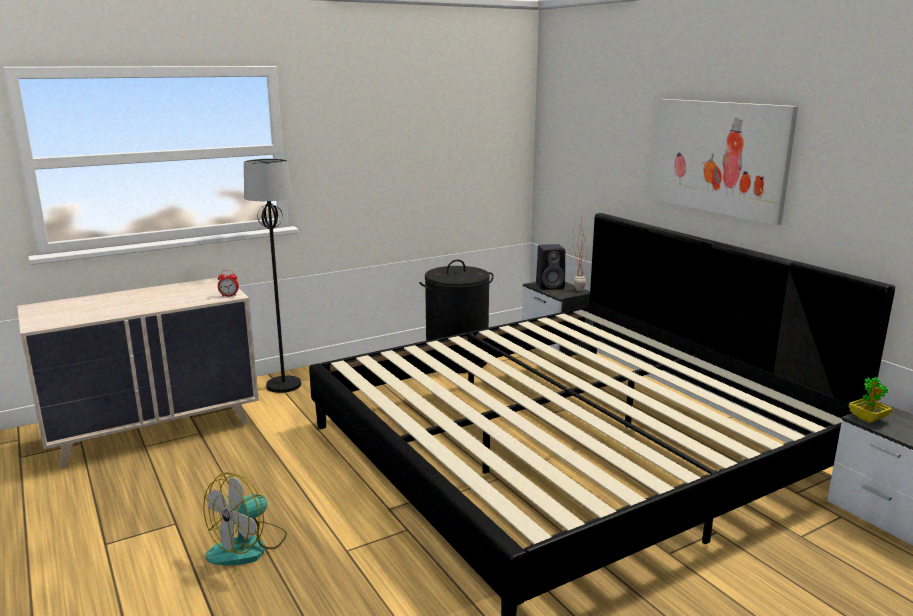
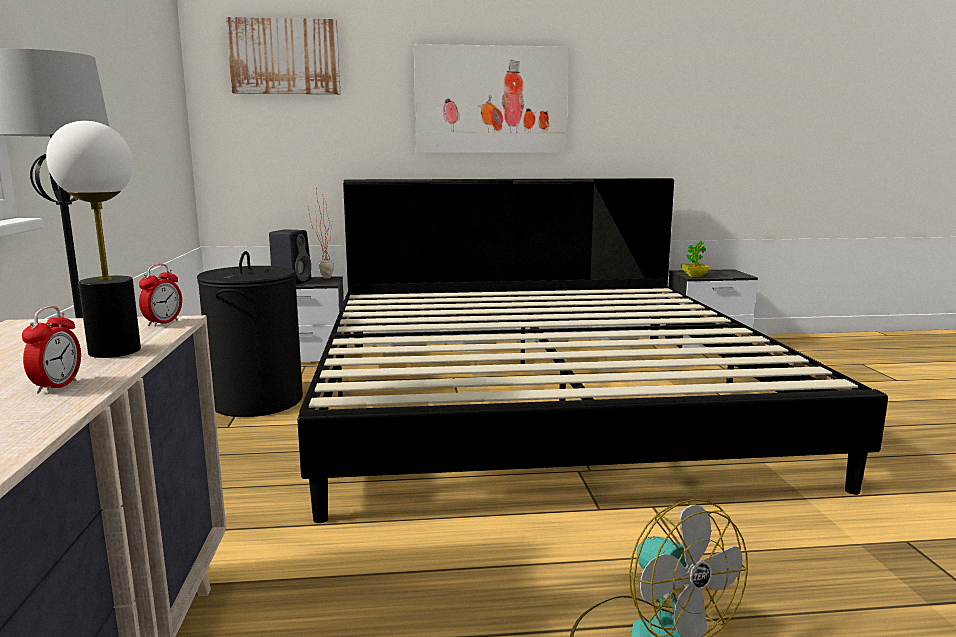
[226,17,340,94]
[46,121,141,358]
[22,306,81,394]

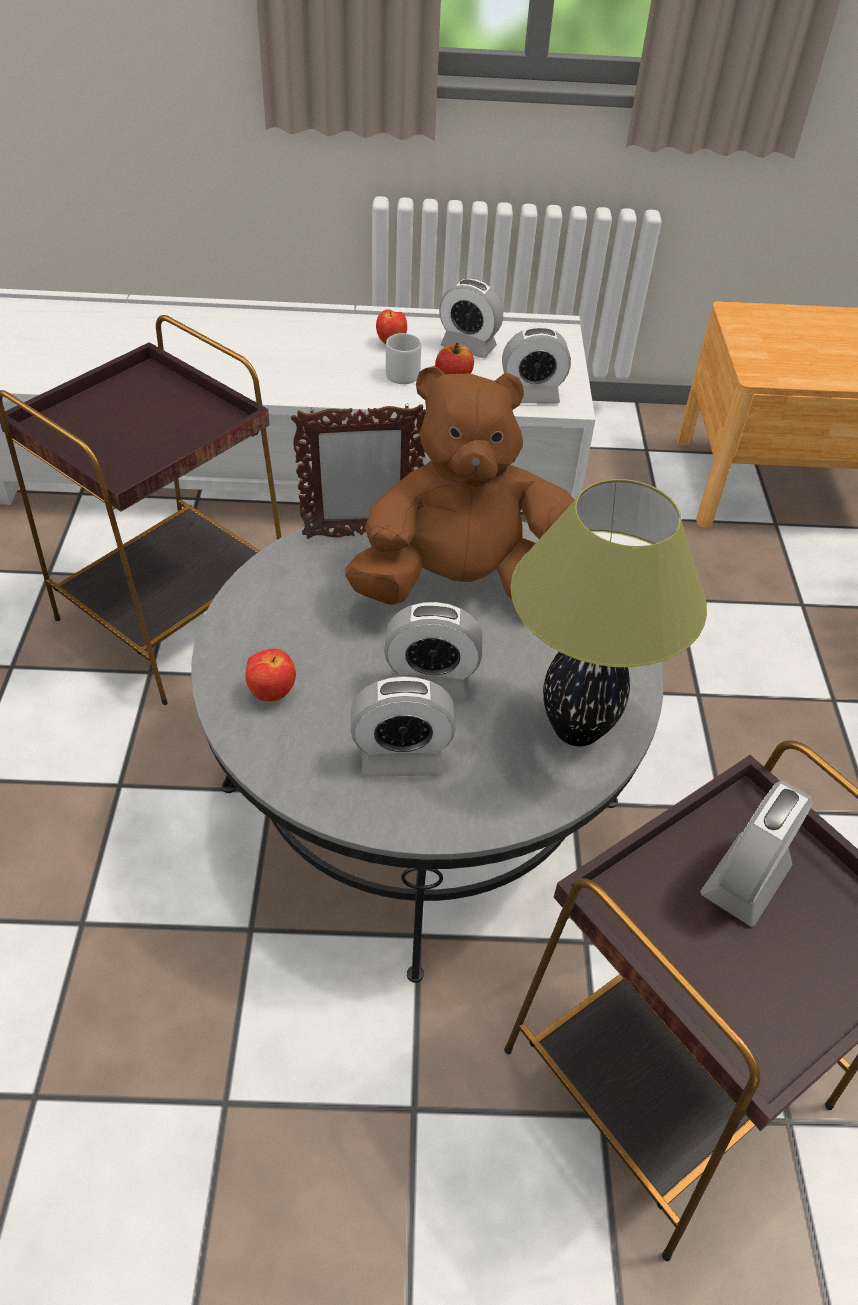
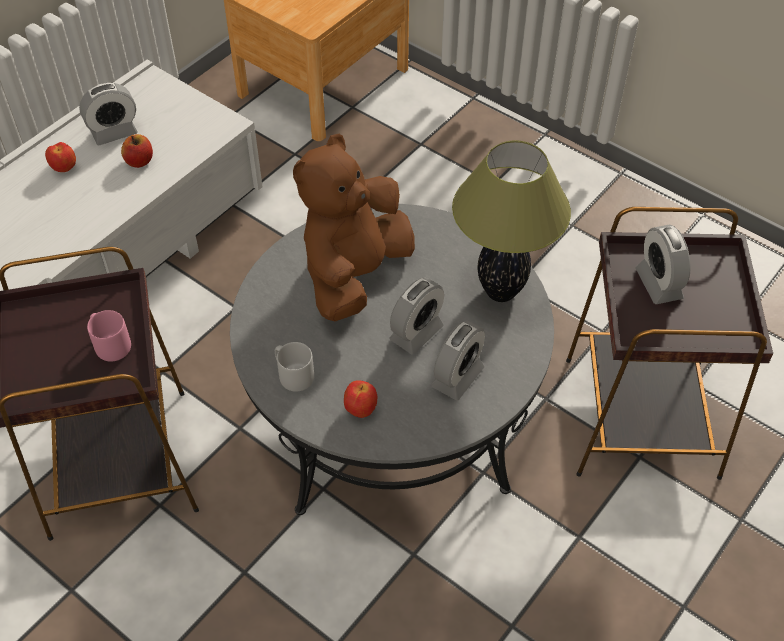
[502,327,571,403] (first image)
[275,342,314,392]
[291,403,426,539] (first image)
[87,310,131,362]

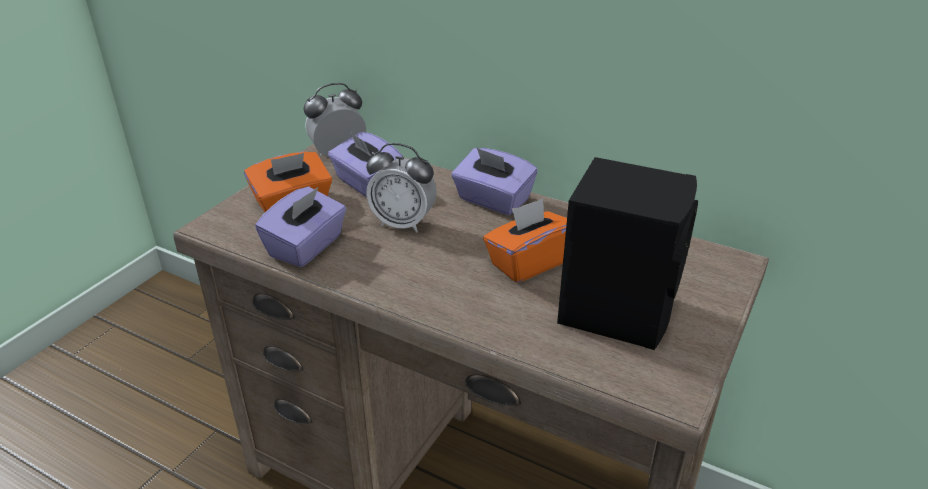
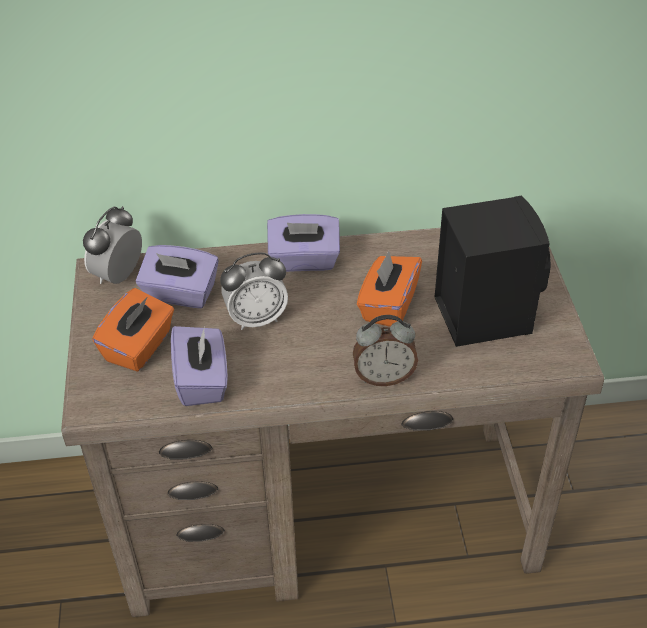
[353,315,418,386]

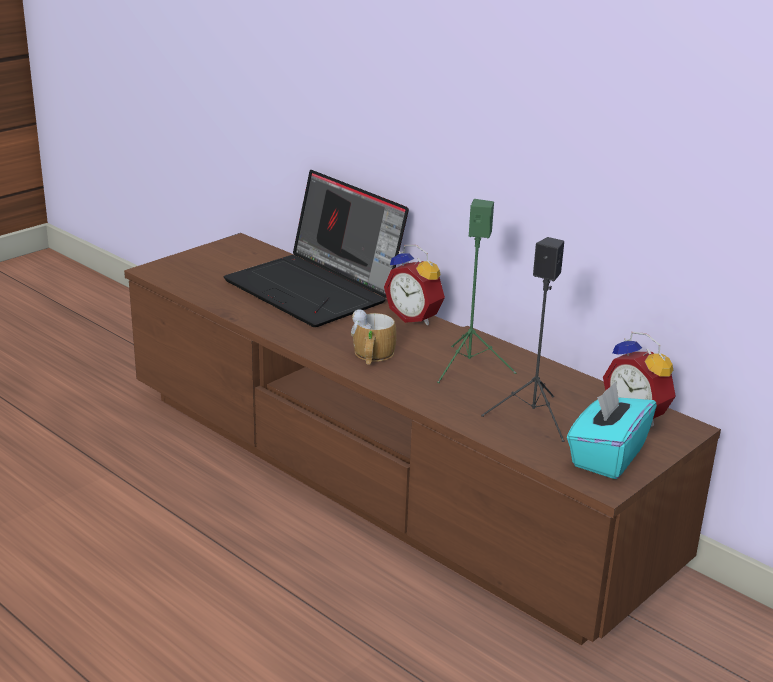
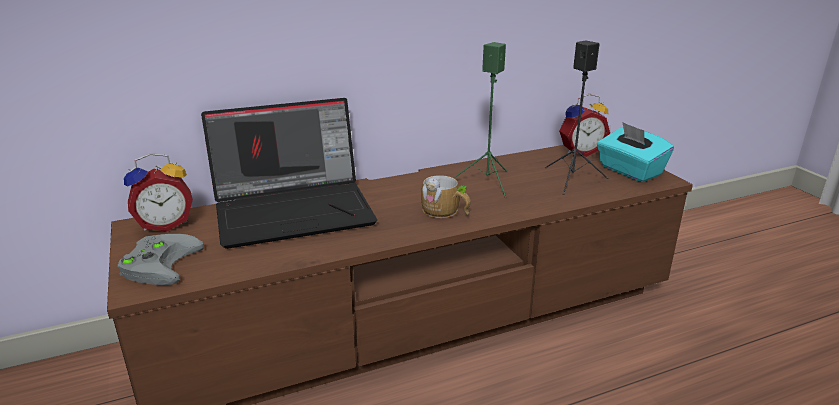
[124,153,193,232]
[117,234,204,285]

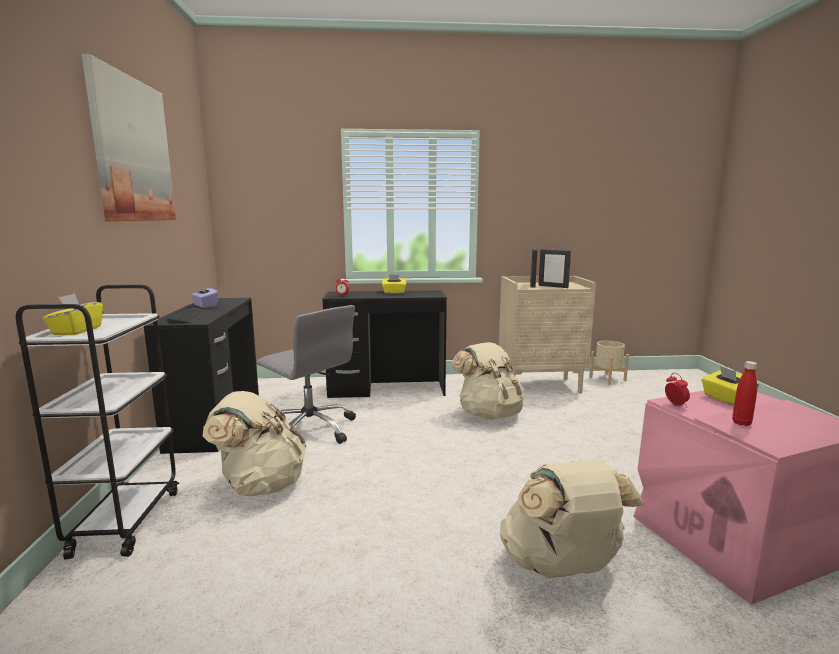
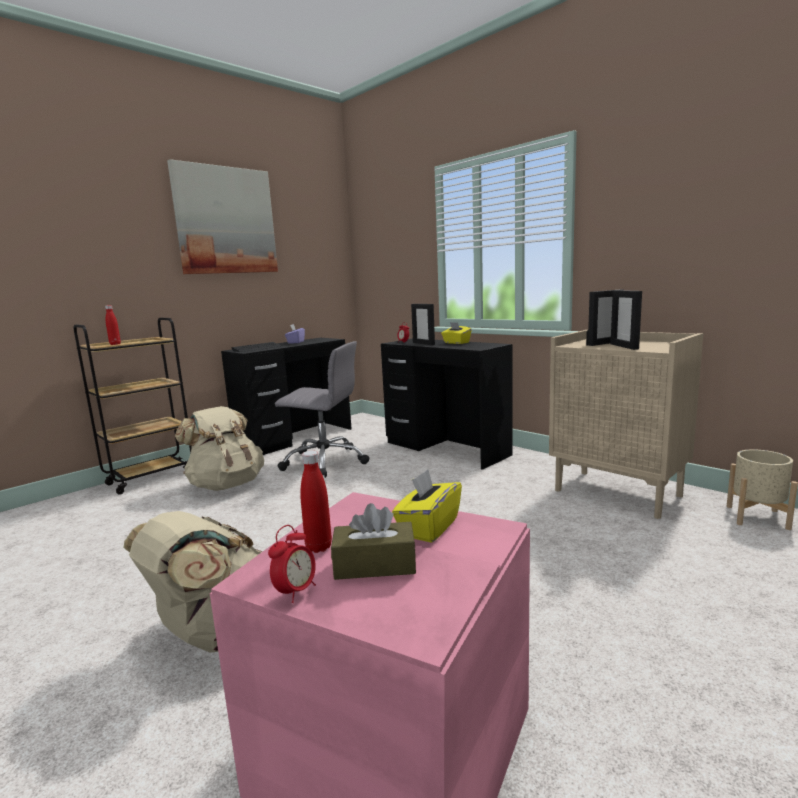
[74,318,192,494]
[105,305,121,345]
[275,341,370,478]
[452,342,524,419] (first image)
[268,525,316,603]
[411,304,435,345]
[331,503,416,580]

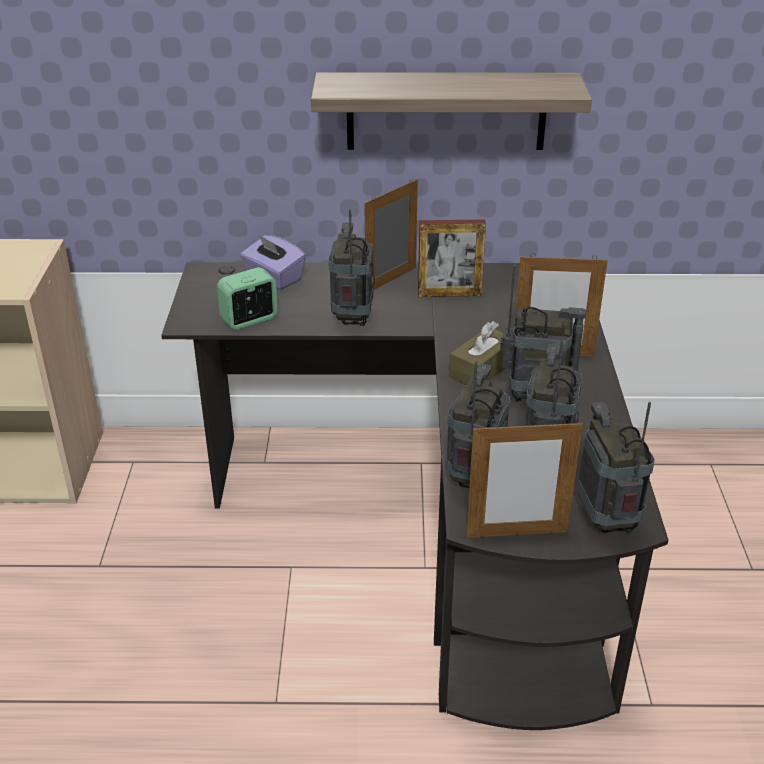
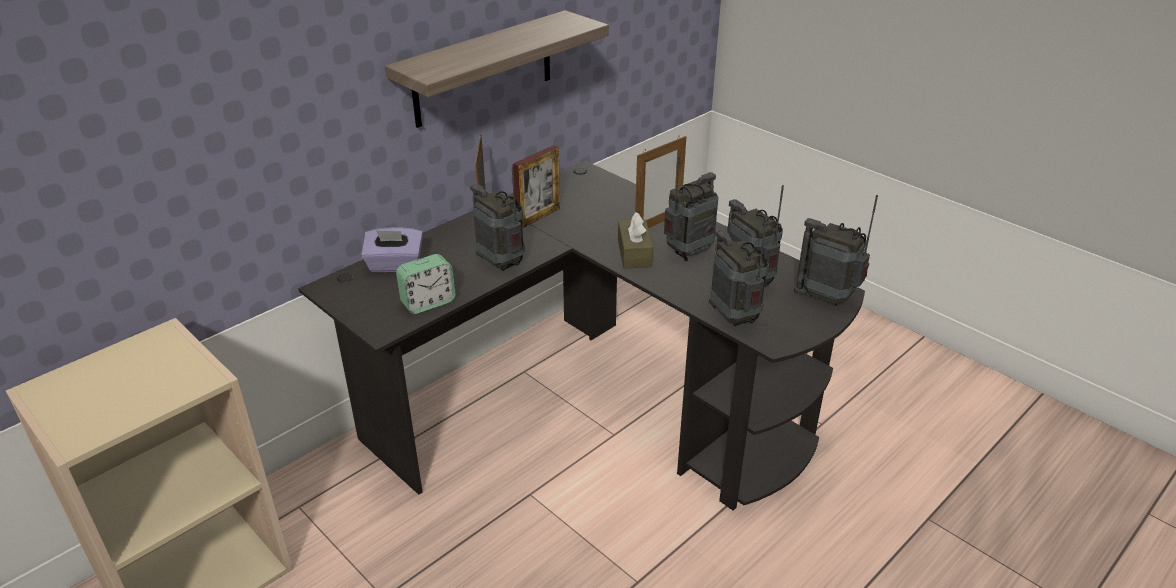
[396,254,456,314]
[466,419,583,538] (first image)

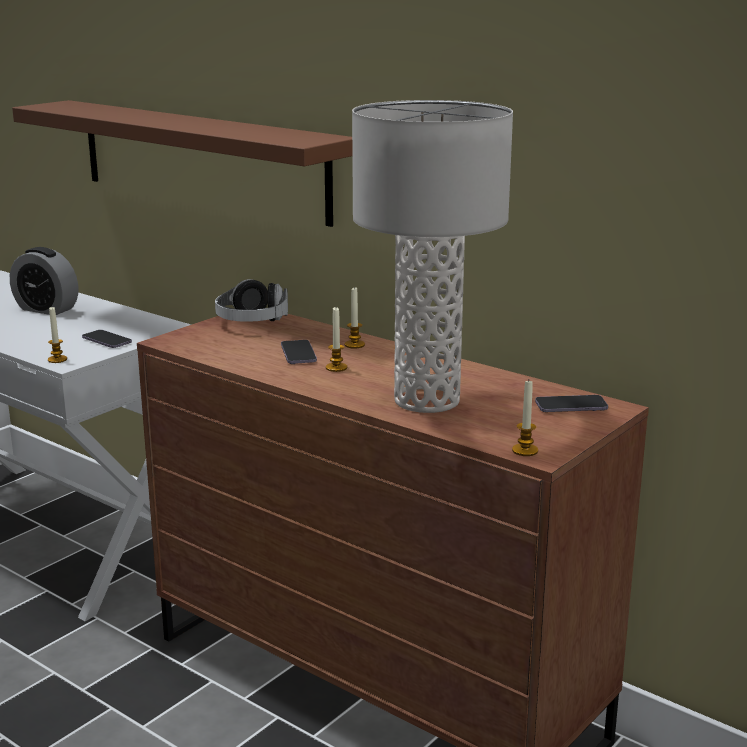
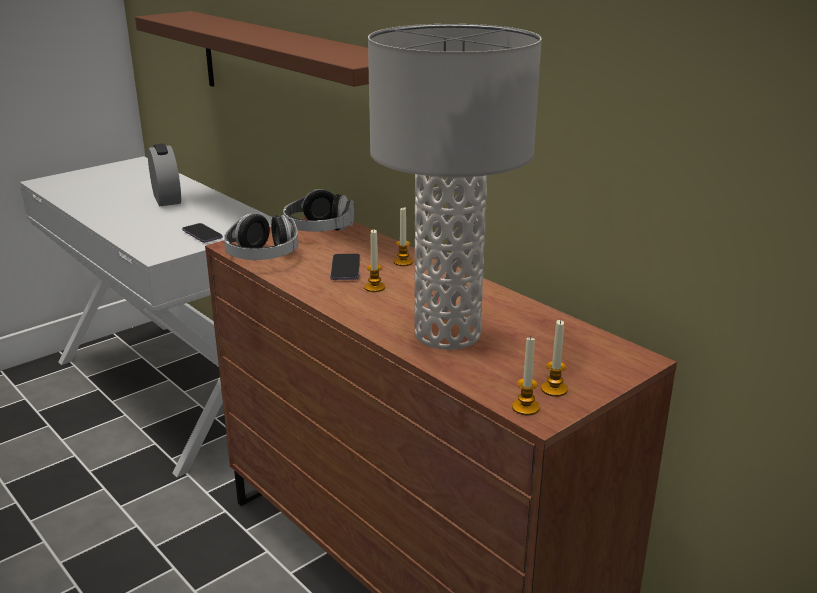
[148,144,181,206]
[541,319,568,397]
[535,395,608,412] (first image)
[224,213,298,260]

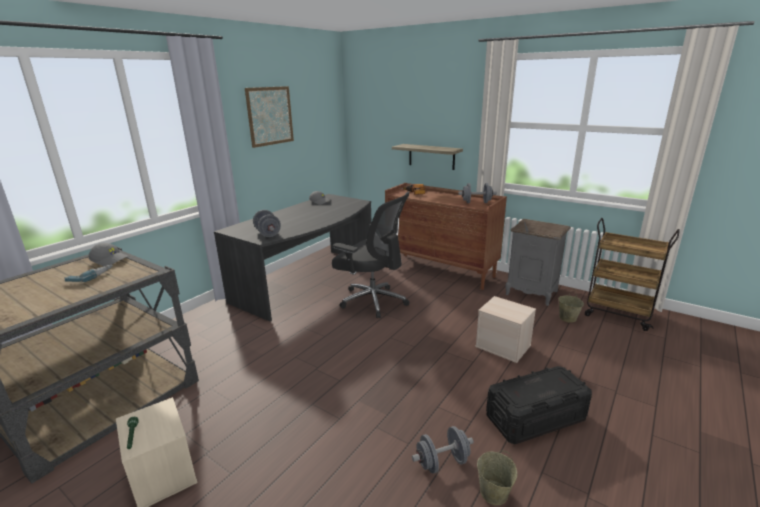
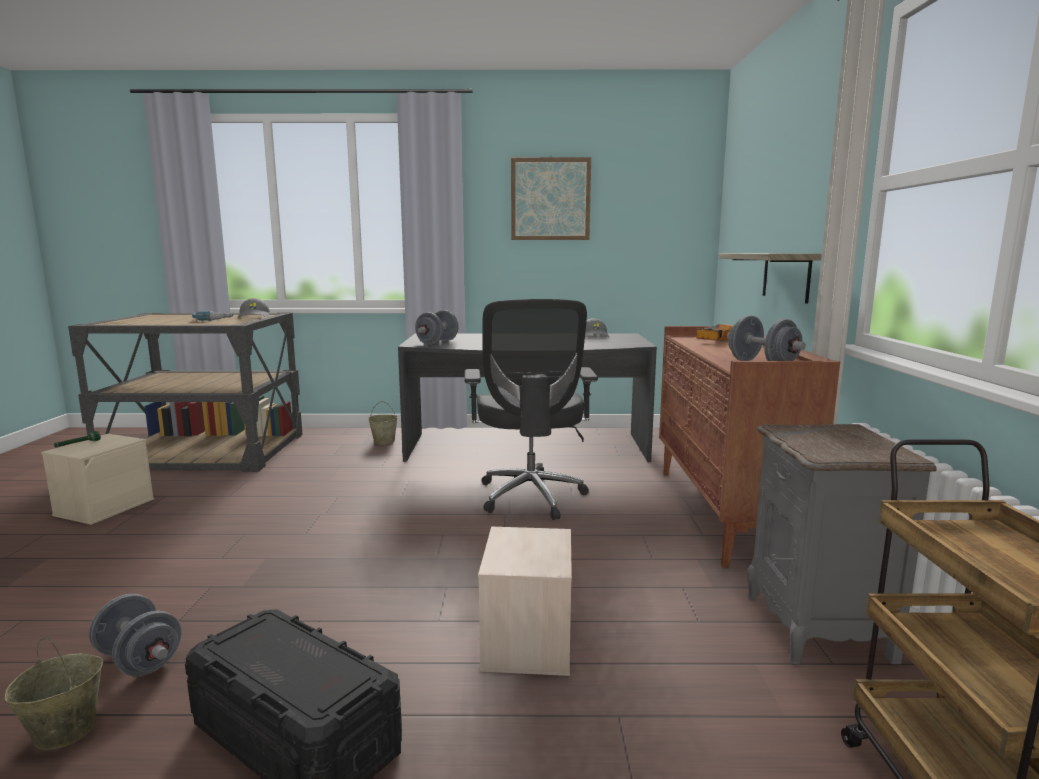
[368,401,398,445]

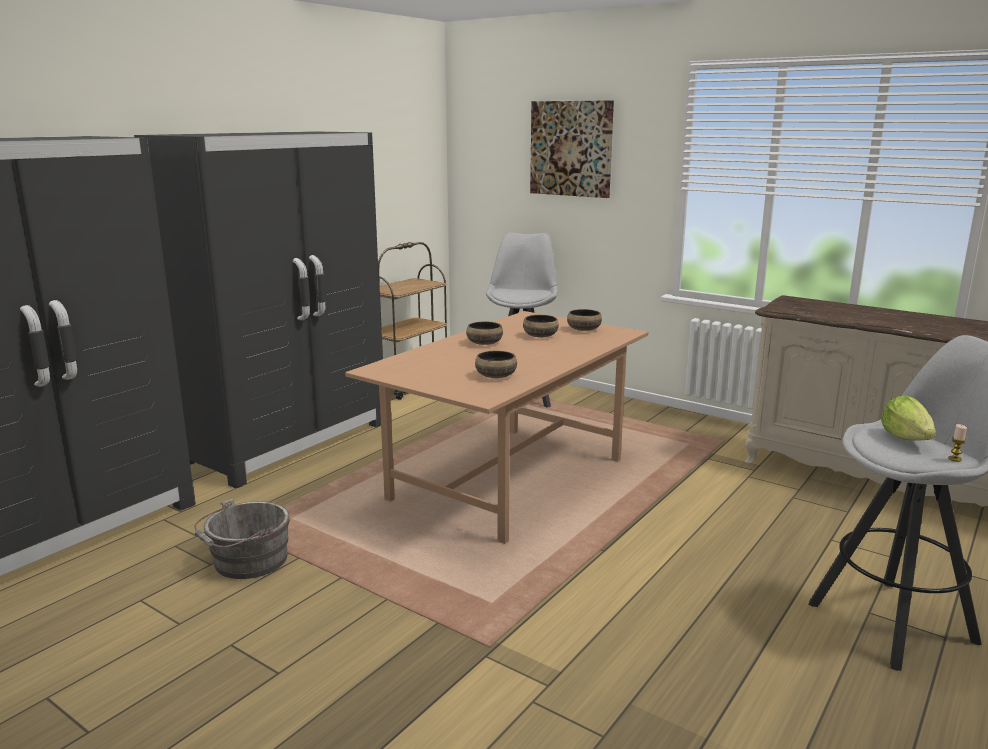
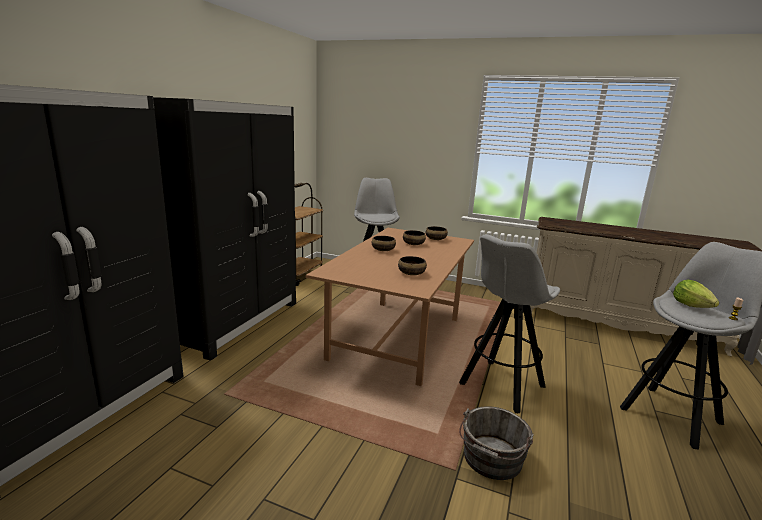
[530,100,614,198] (first image)
[459,406,534,480]
[459,234,560,413]

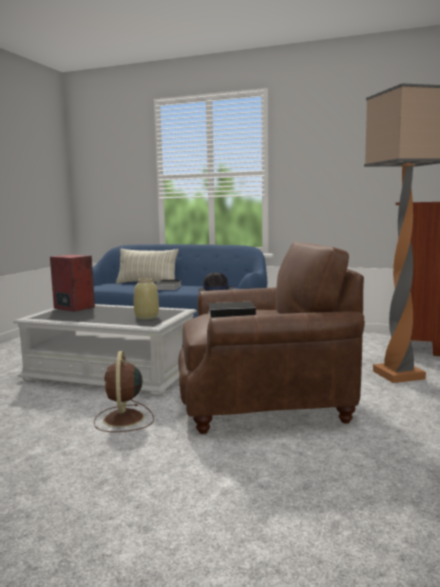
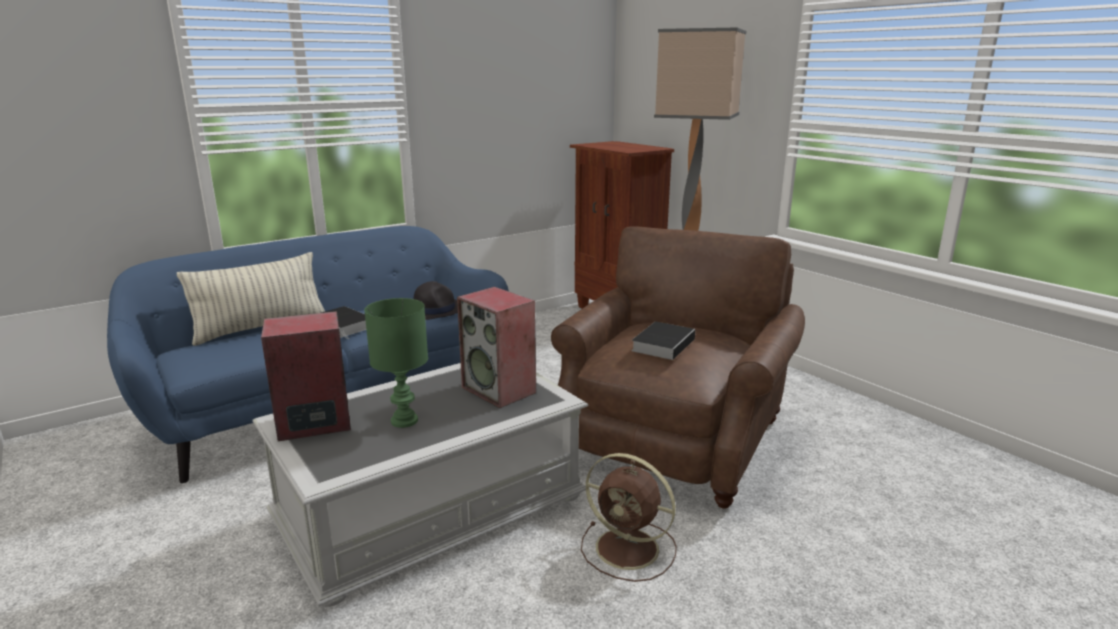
[457,287,536,408]
[364,298,428,428]

